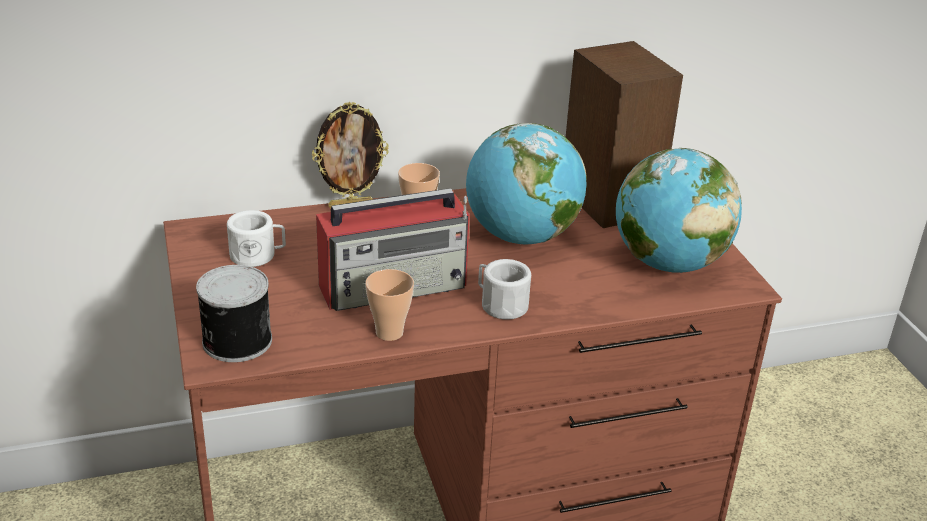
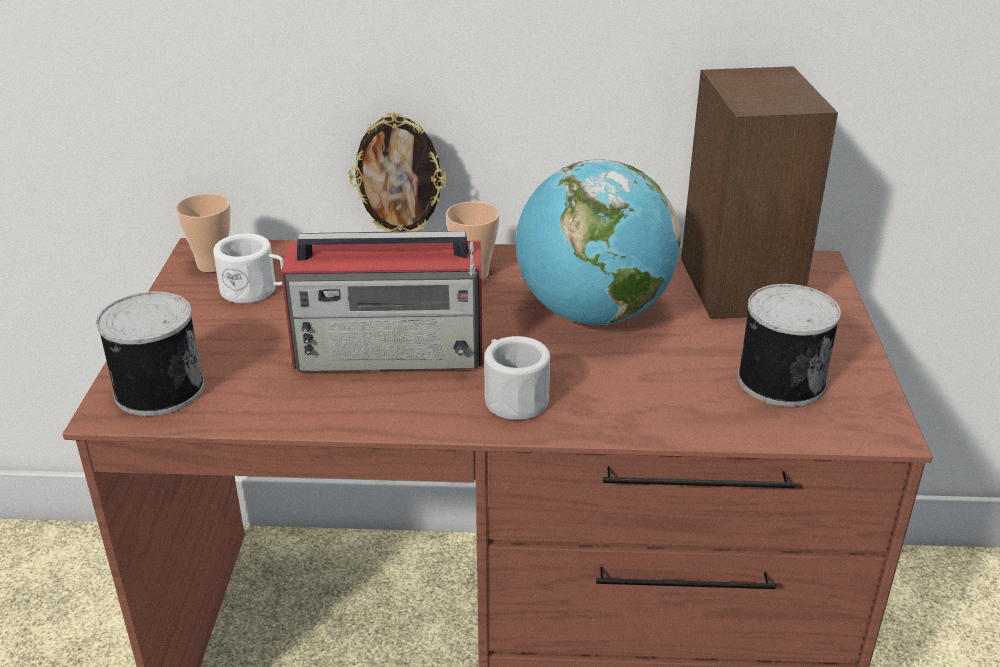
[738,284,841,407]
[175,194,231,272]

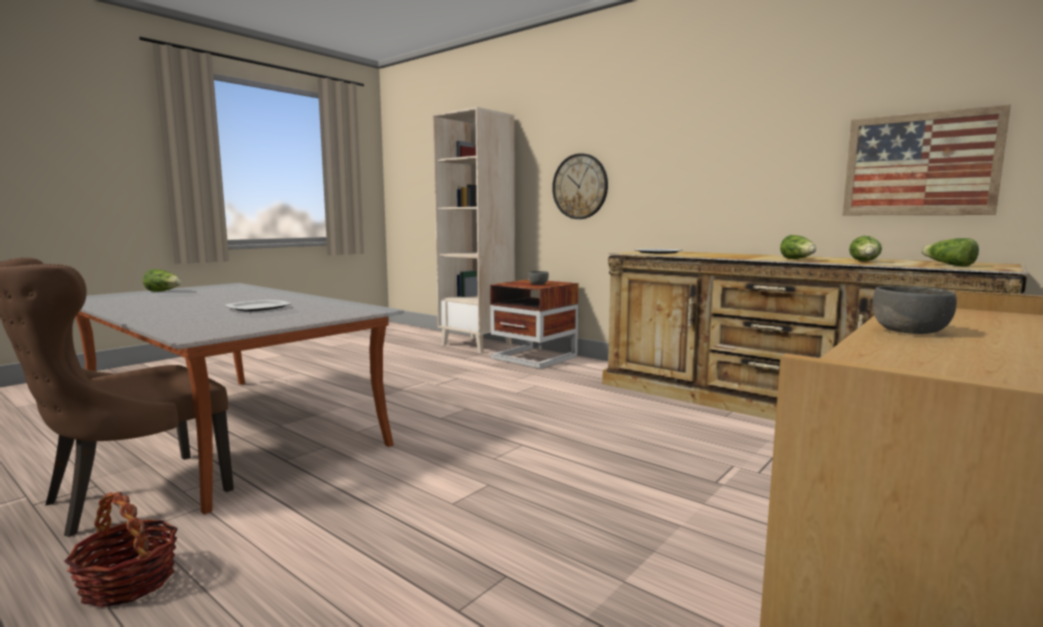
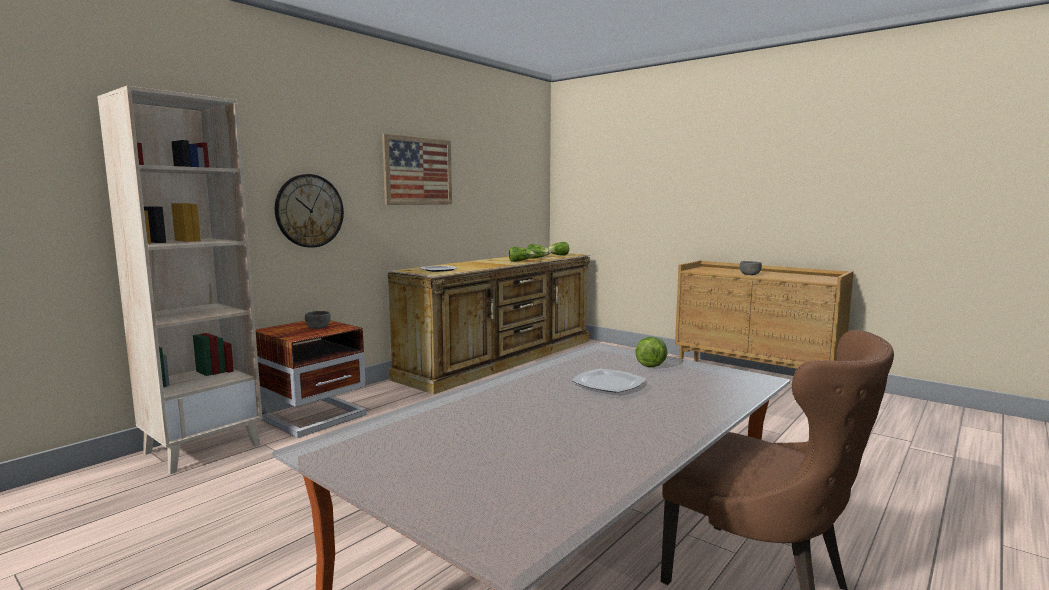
[382,133,452,205]
[635,337,667,367]
[64,492,178,608] (first image)

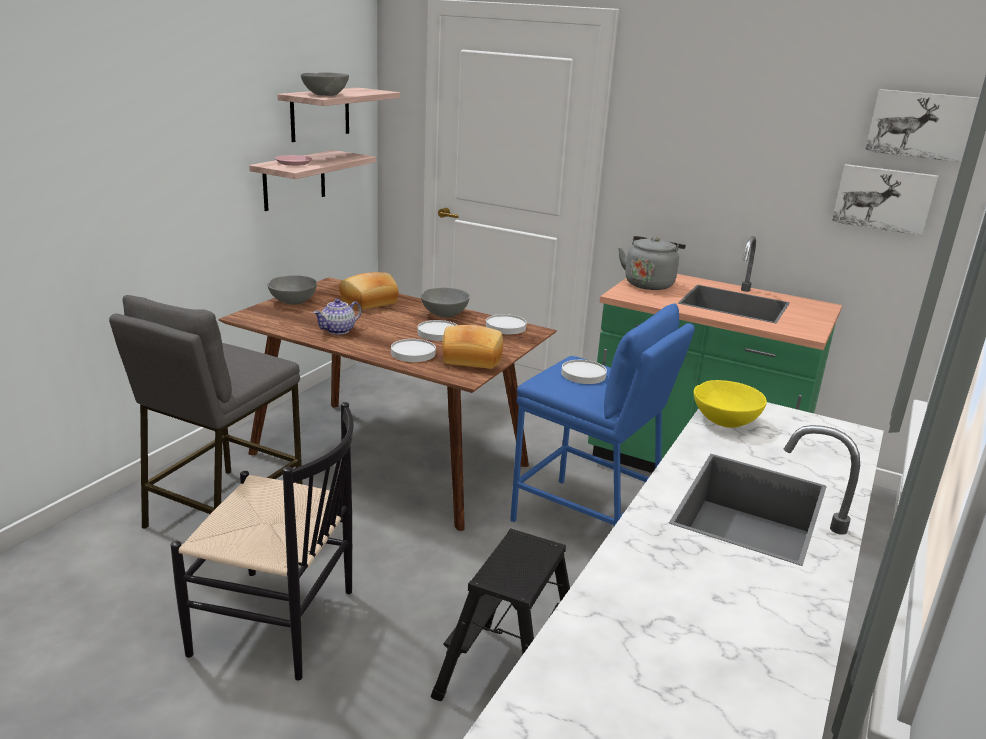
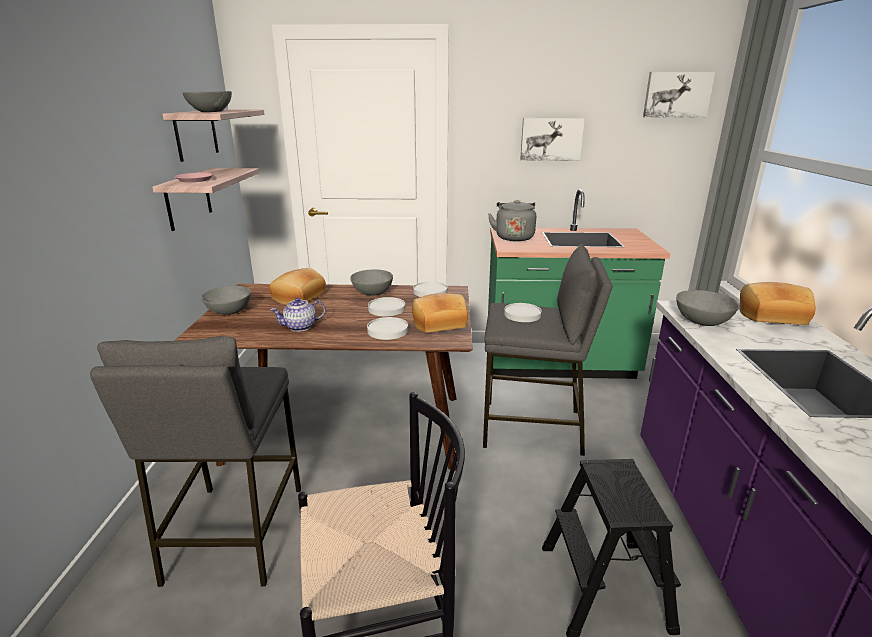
[520,118,584,161]
[271,298,326,332]
[483,244,612,456]
[676,290,739,326]
[739,282,815,325]

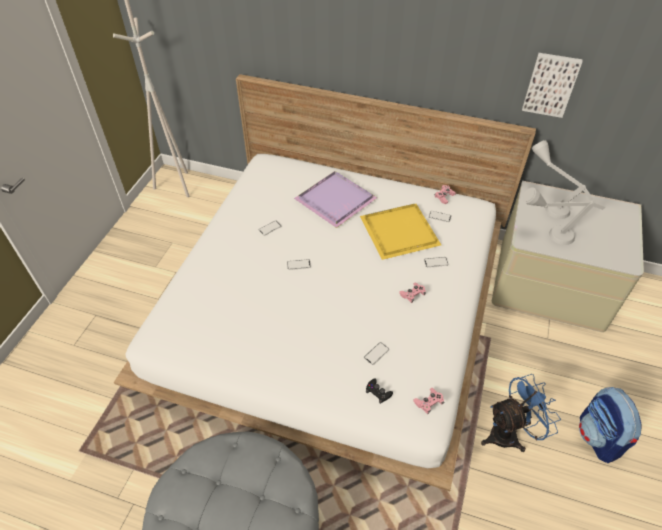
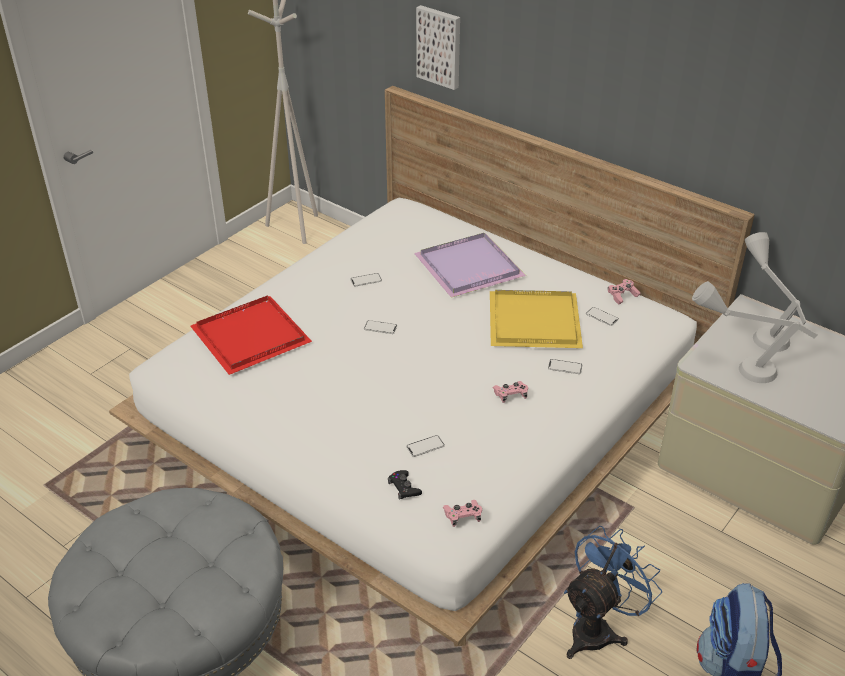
[416,5,460,90]
[564,526,662,659]
[190,296,312,375]

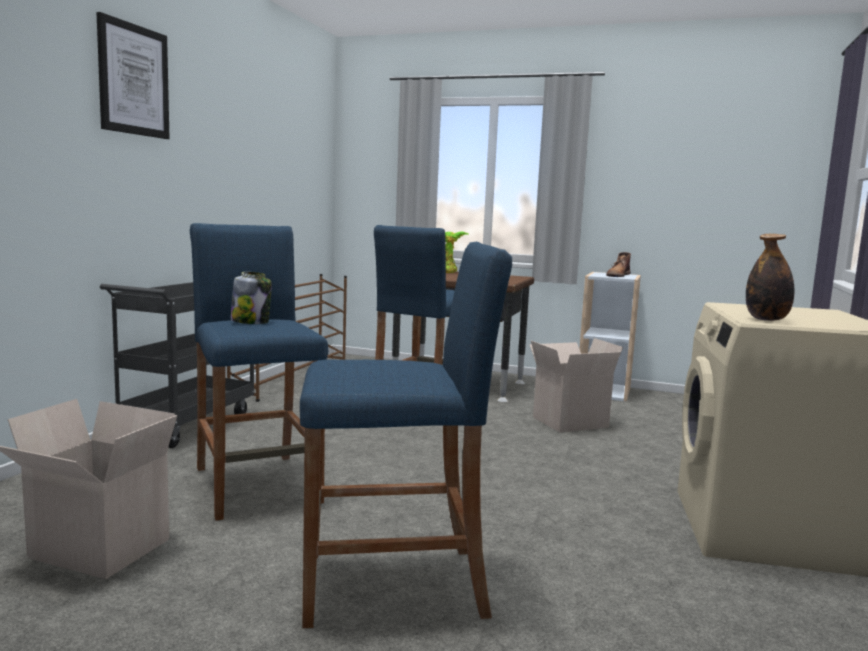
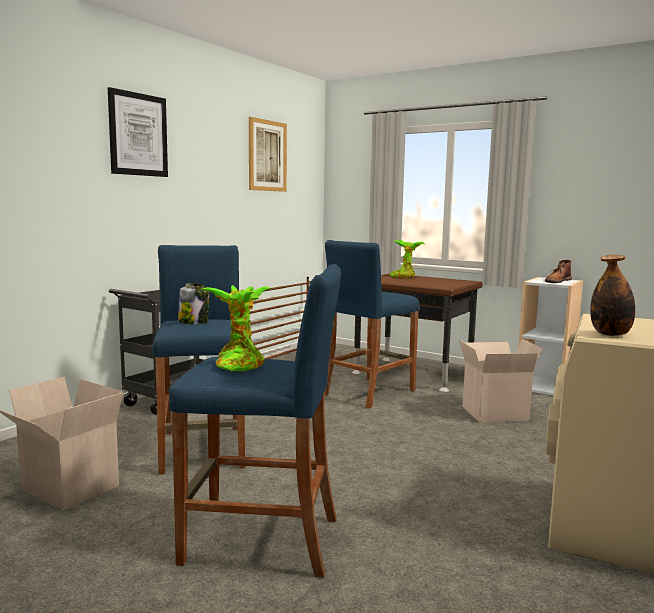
[249,117,287,192]
[203,285,271,371]

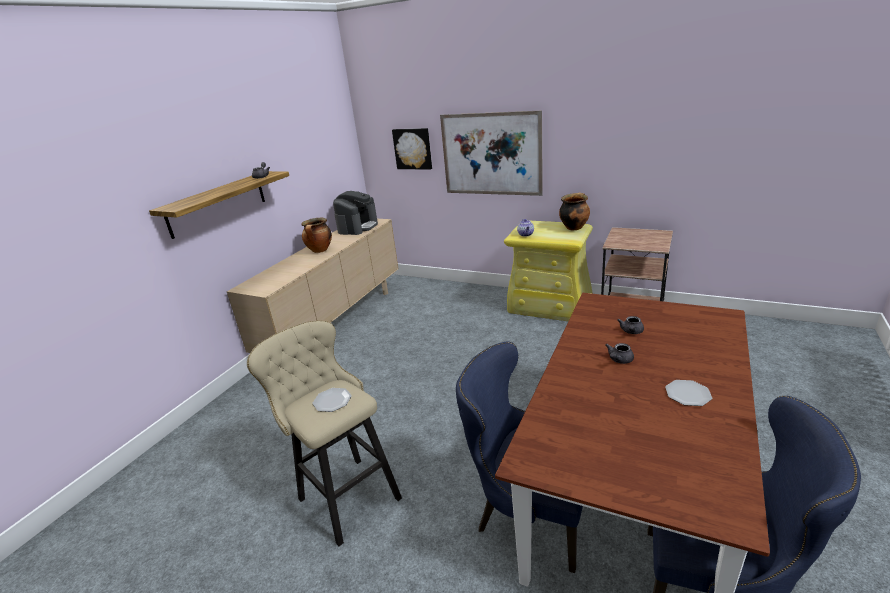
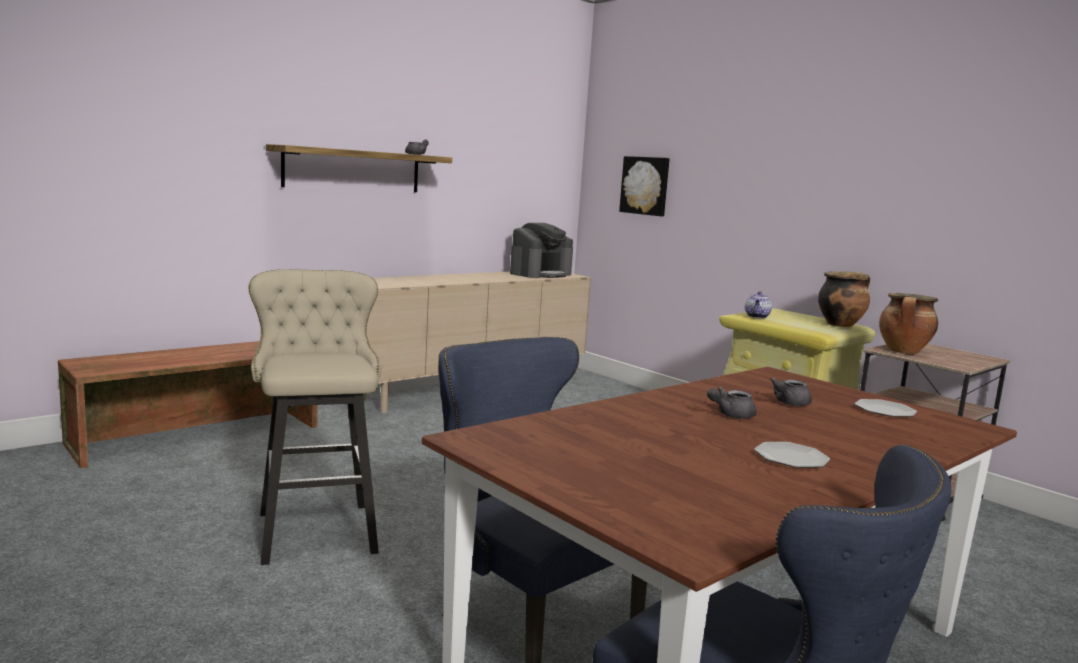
[440,110,543,196] (first image)
[879,293,938,354]
[855,399,917,417]
[58,341,317,468]

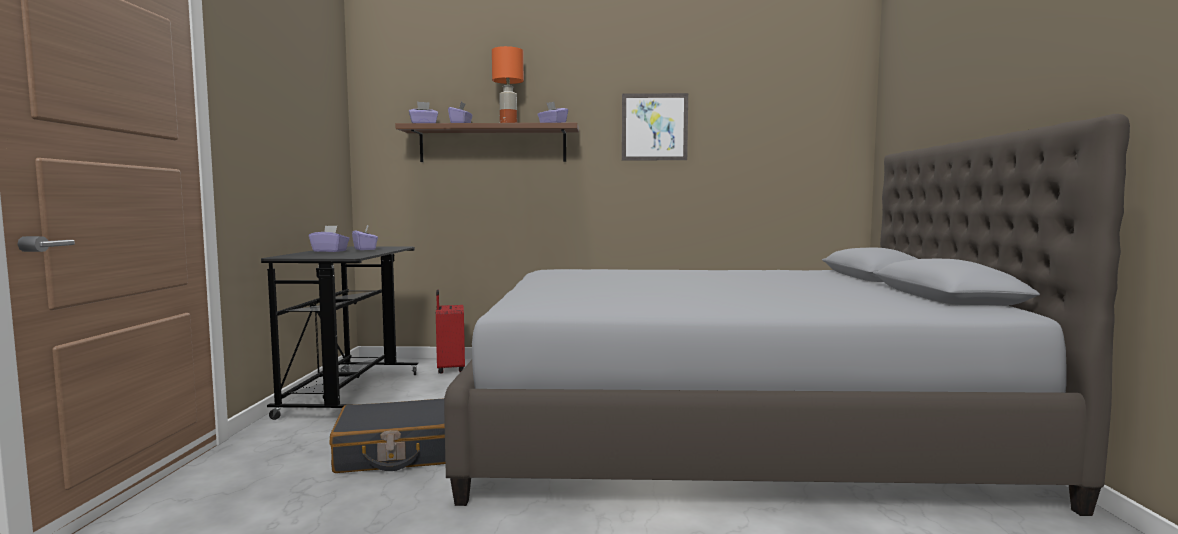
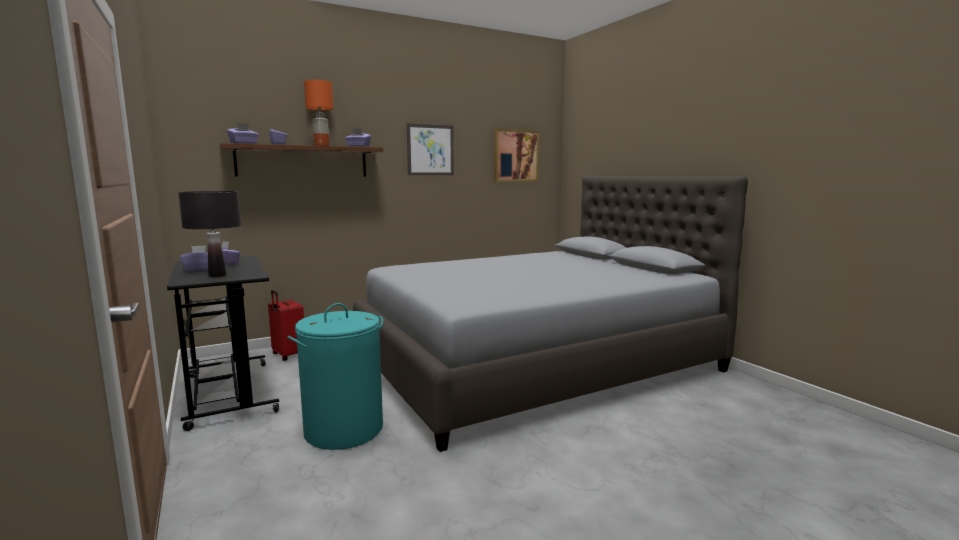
[287,303,383,450]
[494,129,539,182]
[178,191,241,277]

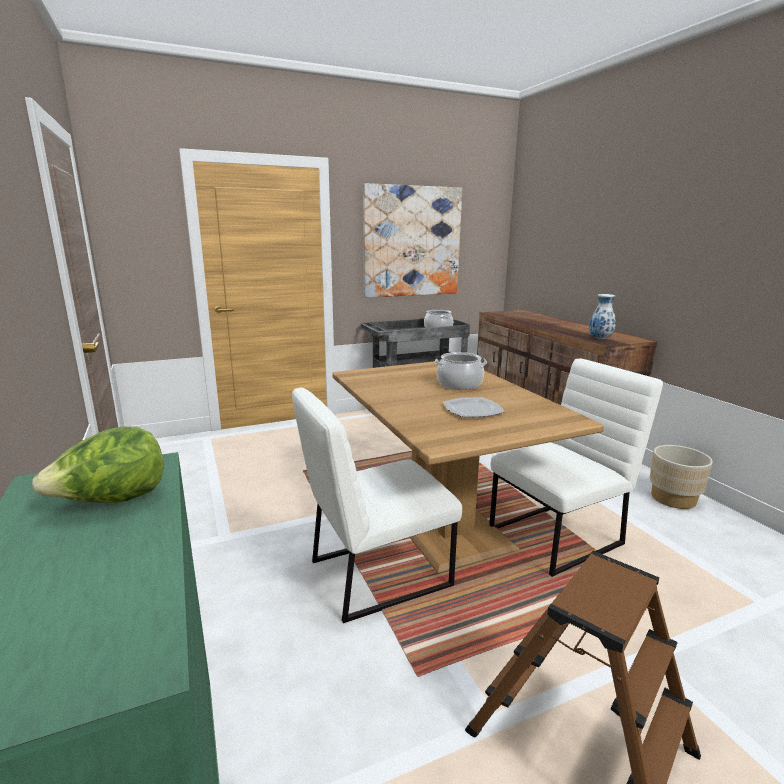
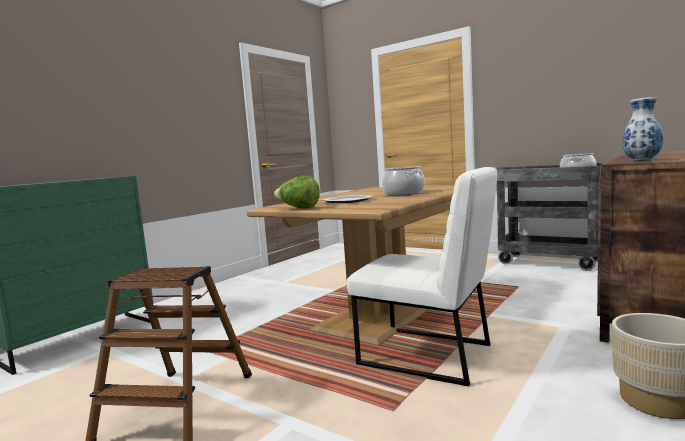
[363,183,462,298] (first image)
[292,387,462,623] (first image)
[274,176,320,209]

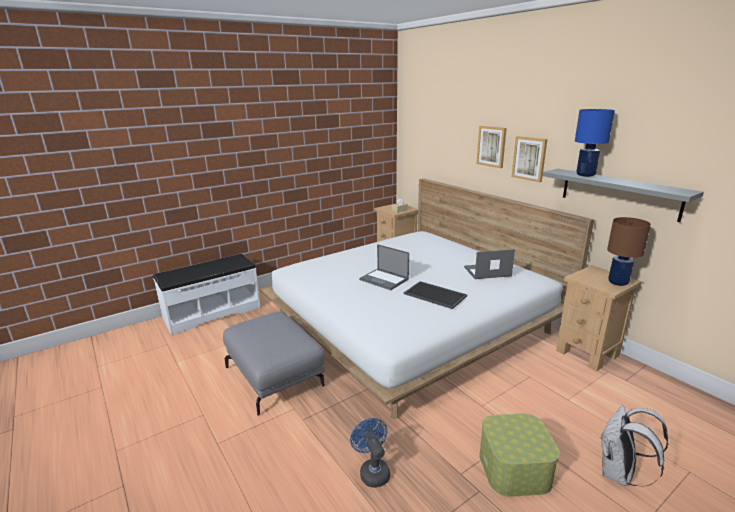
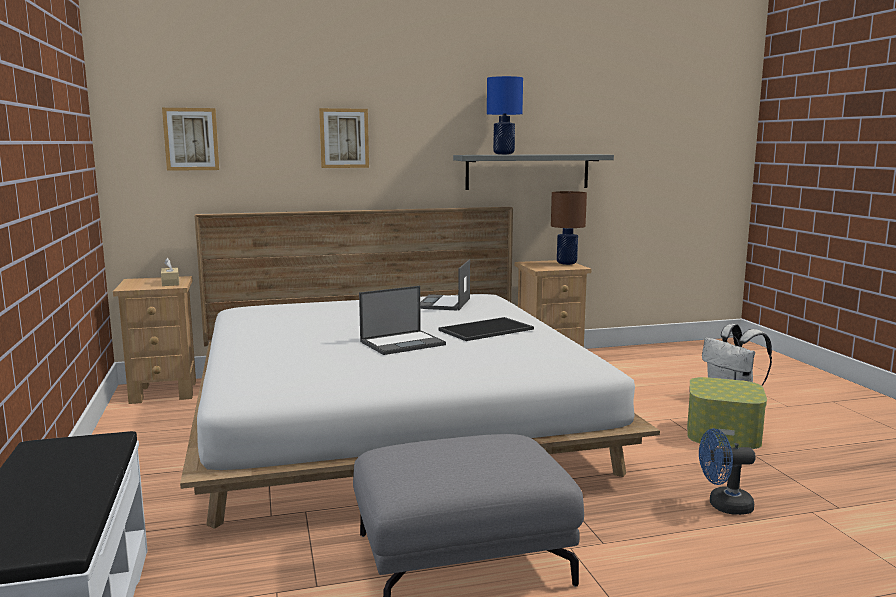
[162,108,219,171]

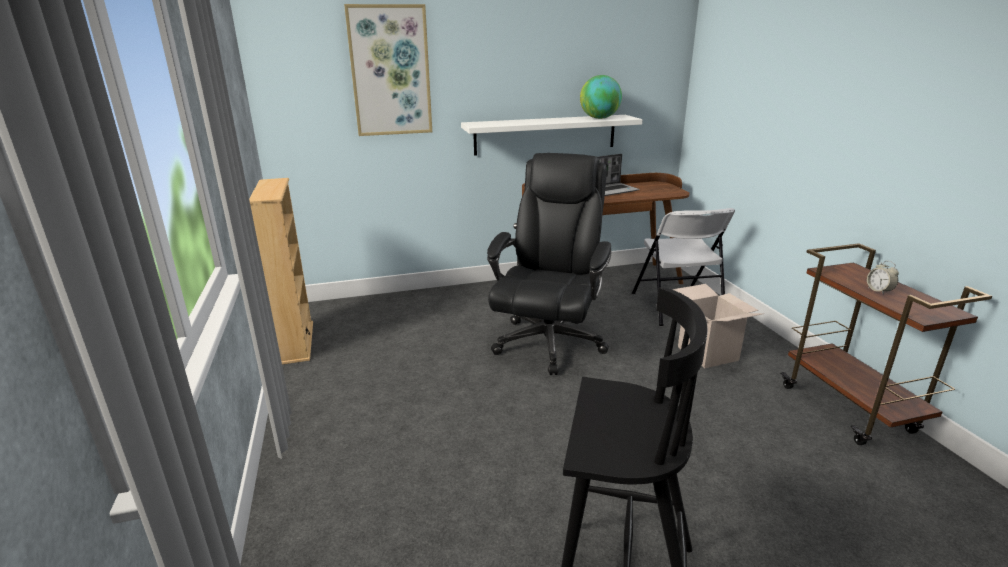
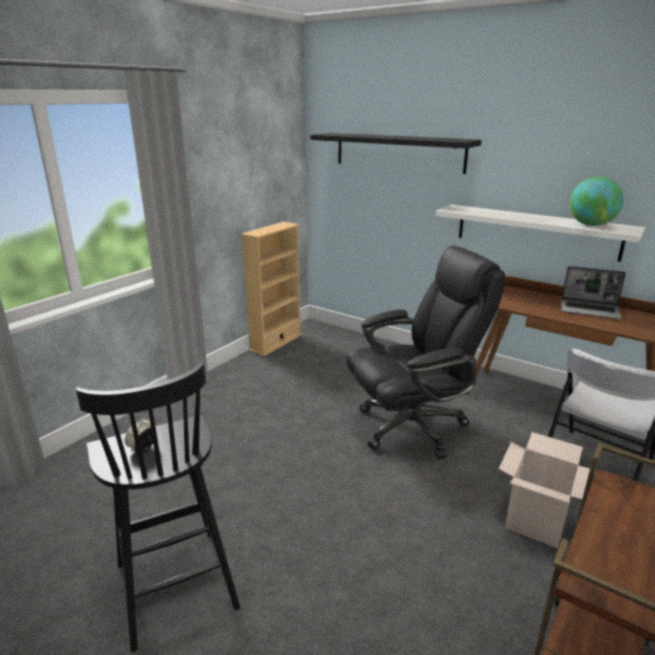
[310,133,482,174]
[125,418,157,453]

